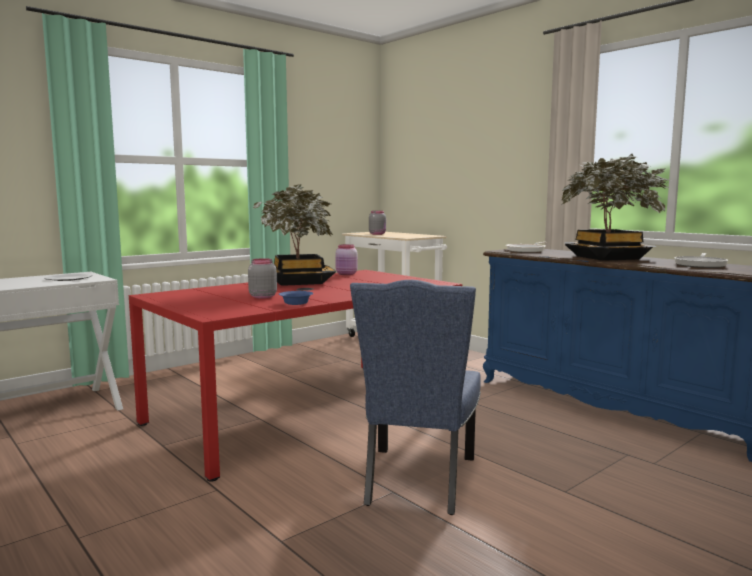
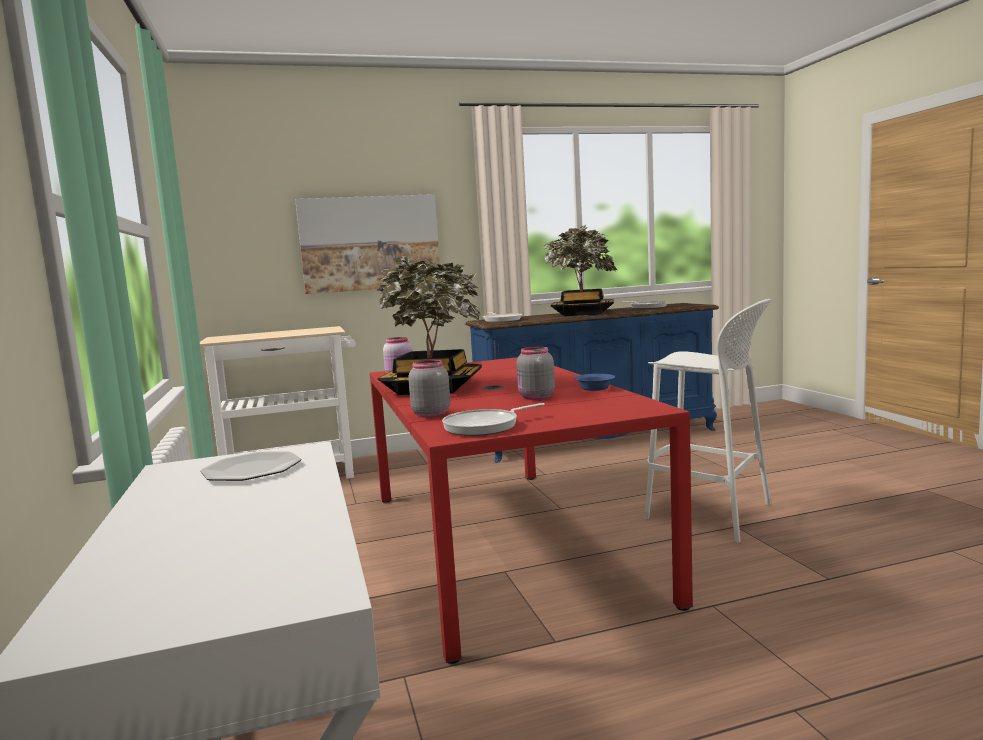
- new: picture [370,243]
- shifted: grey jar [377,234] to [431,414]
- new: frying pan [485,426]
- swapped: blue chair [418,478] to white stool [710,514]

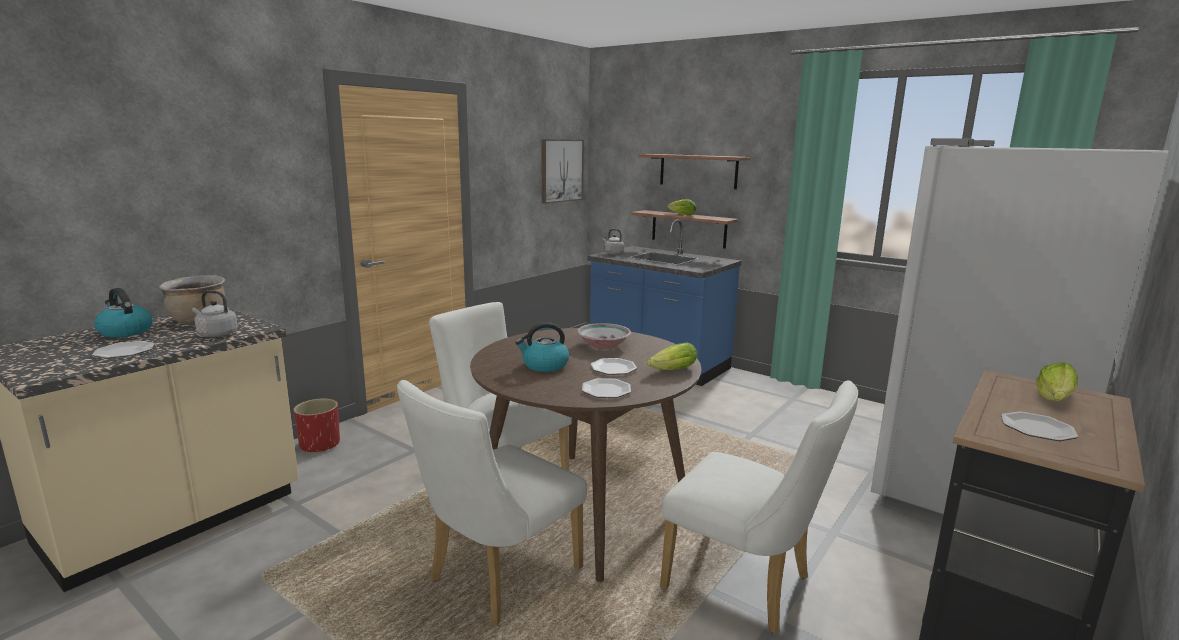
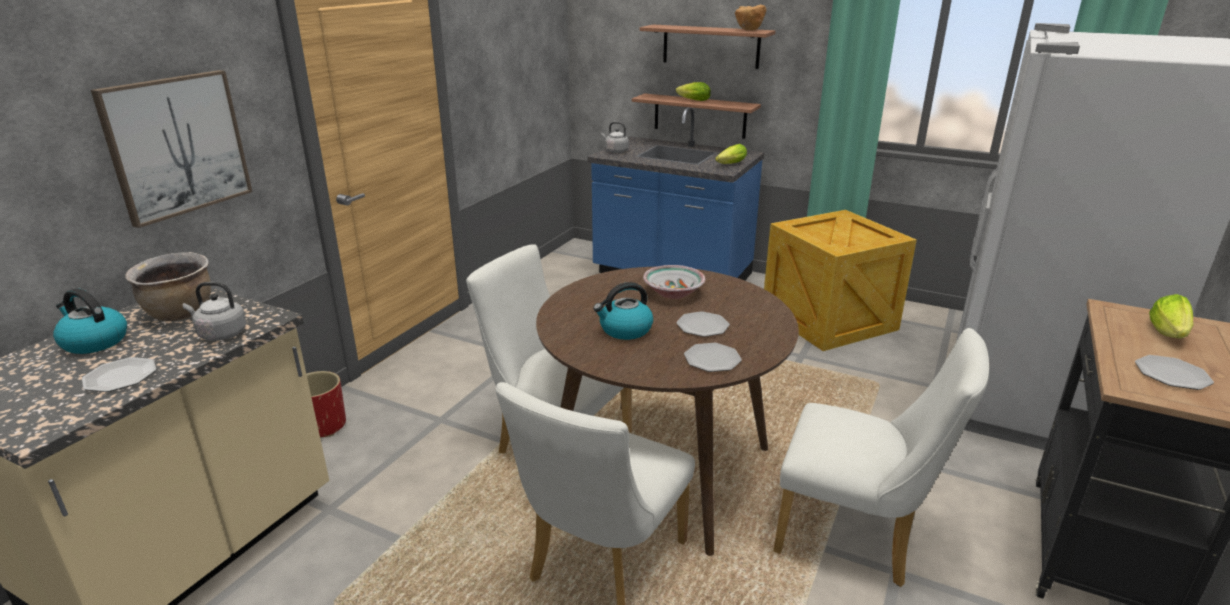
- shifted: picture [561,170] to [177,145]
- shifted: lettuce [670,371] to [729,164]
- new: brown bowl [749,30]
- new: crate [828,318]

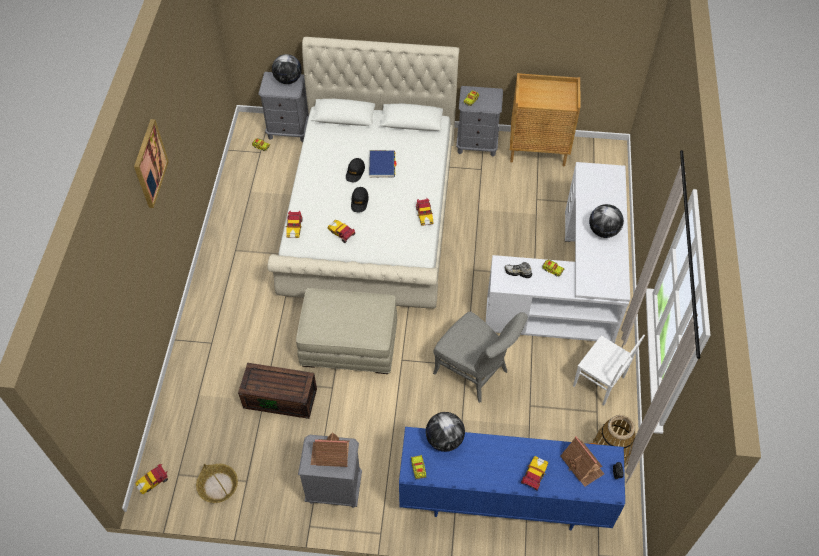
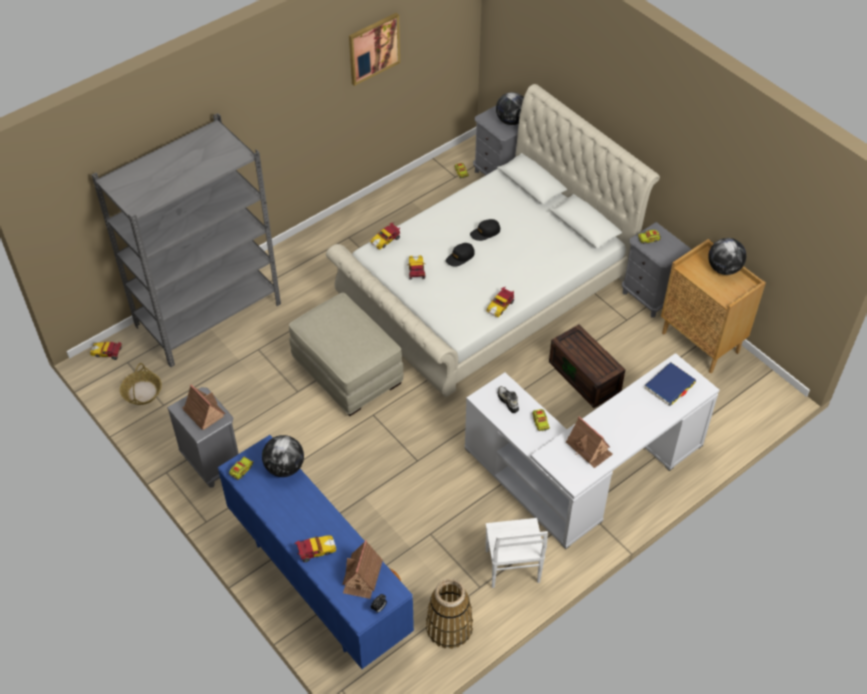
- new: grey bookcase [208,315]
- shifted: picture [149,163] to [373,48]
- shifted: brown storage box [281,397] to [586,377]
- new: toy house [589,448]
- shifted: blue book [382,165] to [669,386]
- shifted: globe [603,231] to [724,269]
- gone: grey chair [475,373]

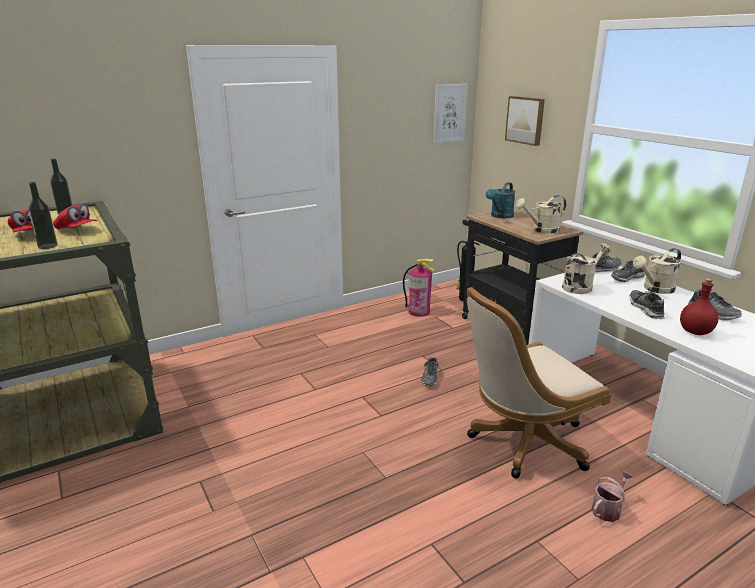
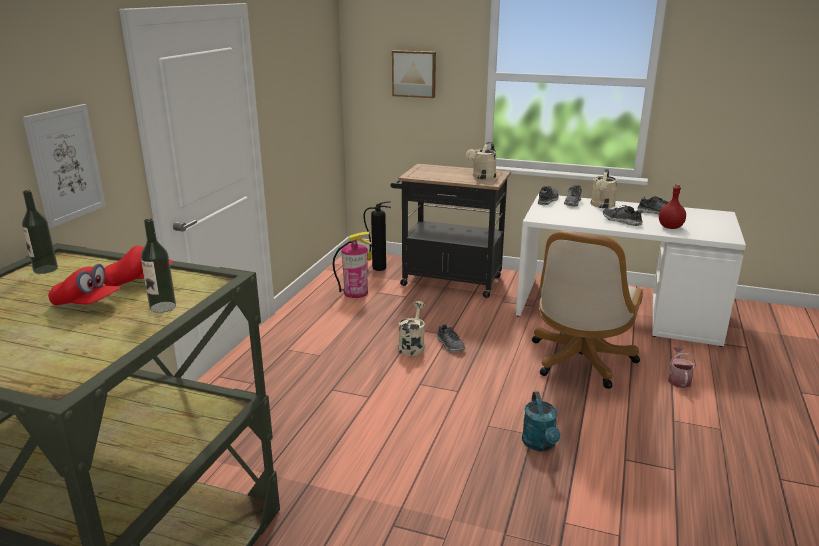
- shifted: picture [449,113] to [66,164]
- shifted: beige watering can [580,286] to [412,345]
- shifted: turquoise watering can [500,216] to [540,445]

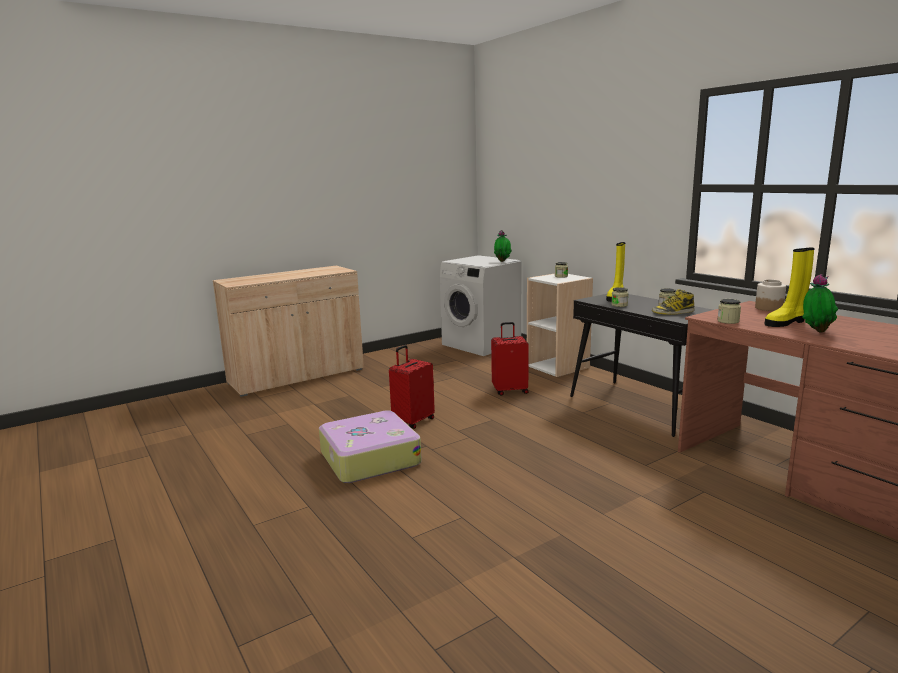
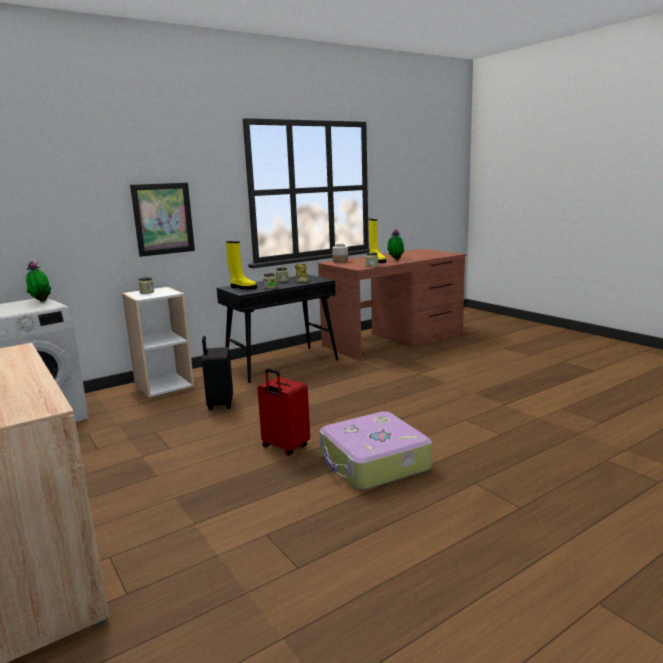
- new: picture [163,219]
- repainted: red suitcase [510,390] to black suitcase [219,404]

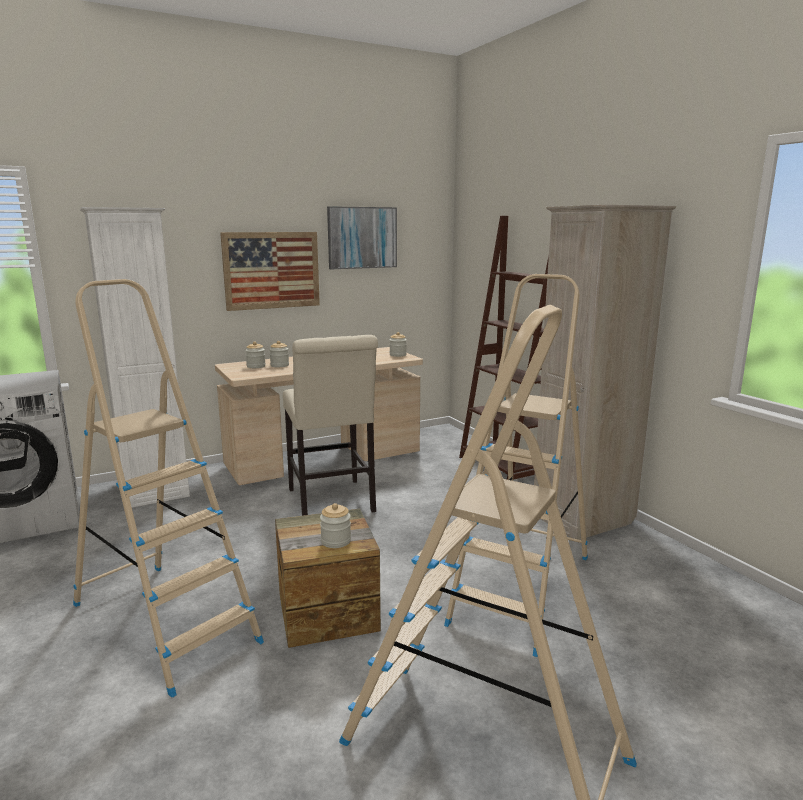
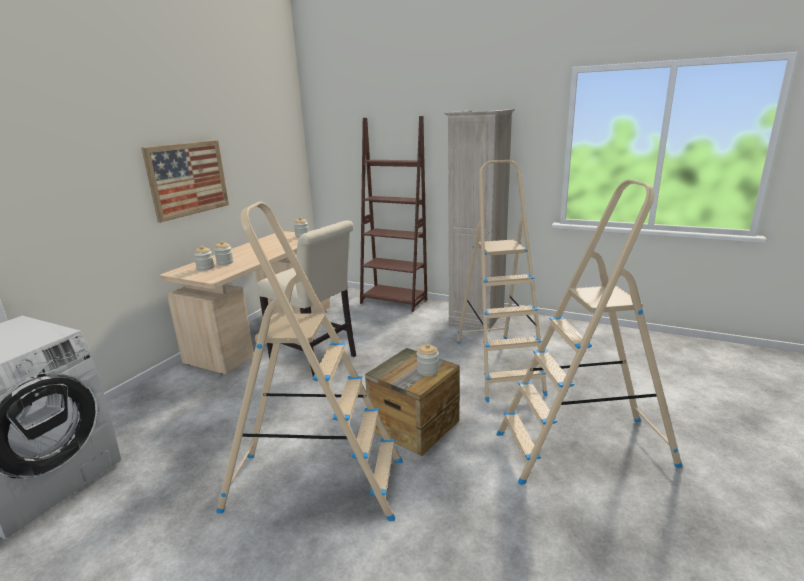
- gone: white cabinet [155,489]
- gone: picture [362,237]

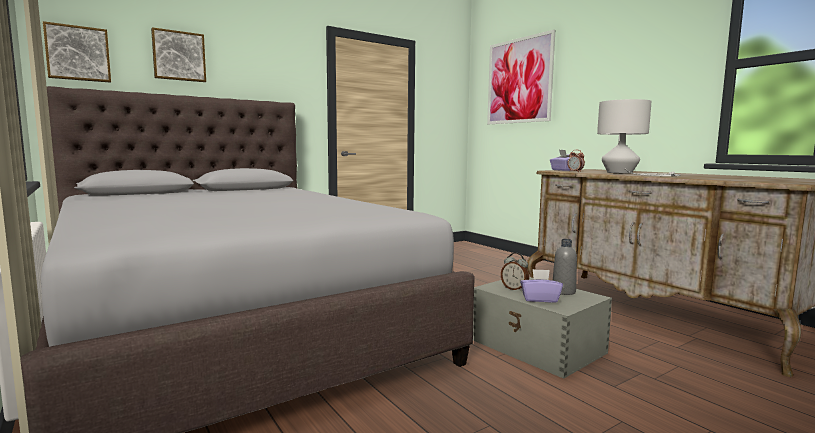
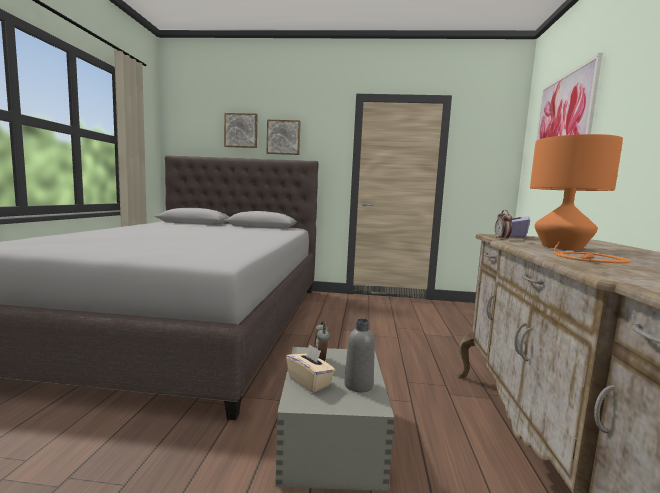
- shifted: picture [78,53] to [283,137]
- repainted: purple tissue box [540,299] to beige tissue box [310,382]
- repainted: grey table lamp [634,173] to orange table lamp [571,251]

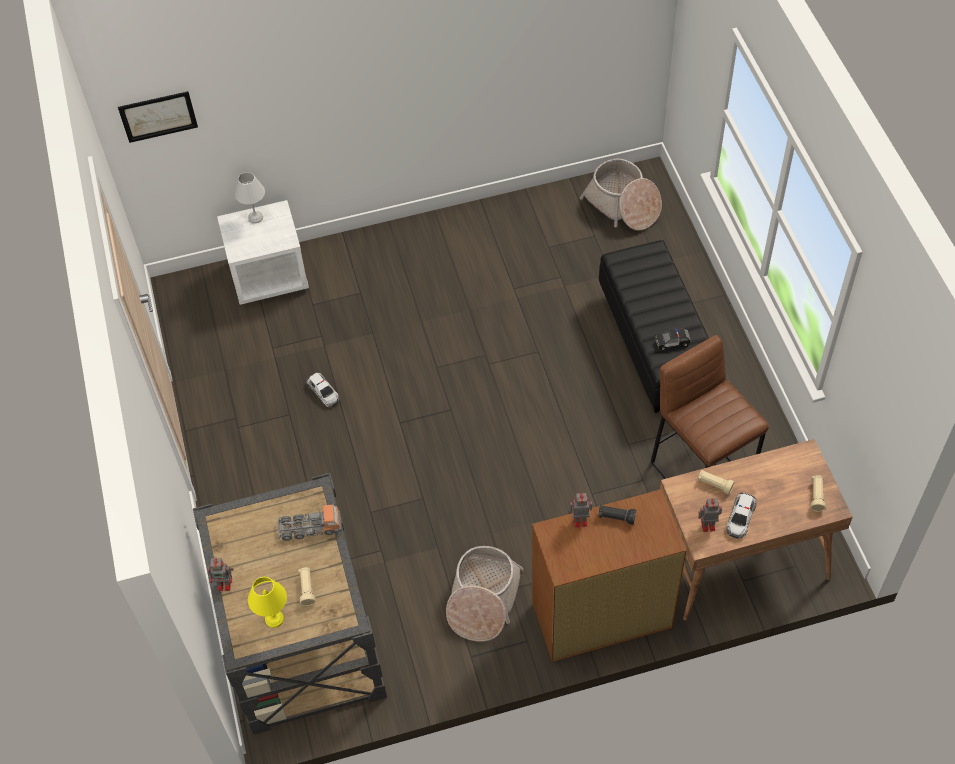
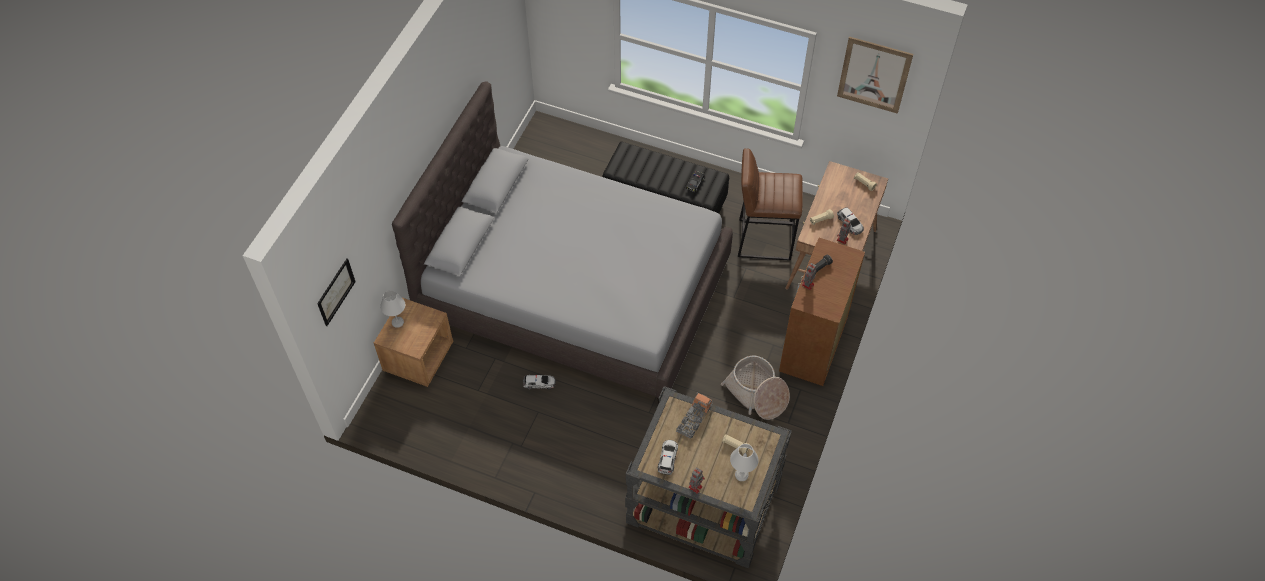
- repainted: white nightstand [269,275] to brown nightstand [418,357]
- new: grey bed [574,288]
- new: toy car [667,458]
- repainted: yellow table lamp [273,618] to white table lamp [741,475]
- new: picture [874,75]
- gone: basket [622,205]

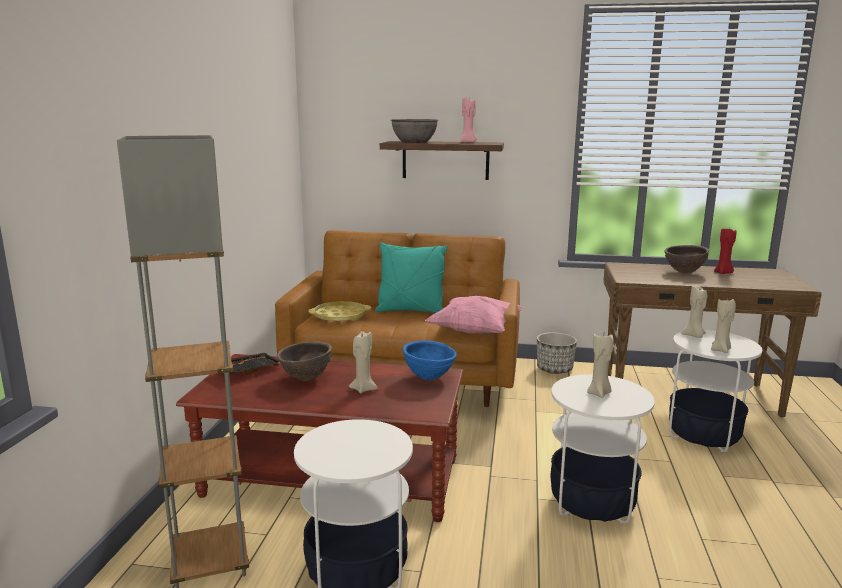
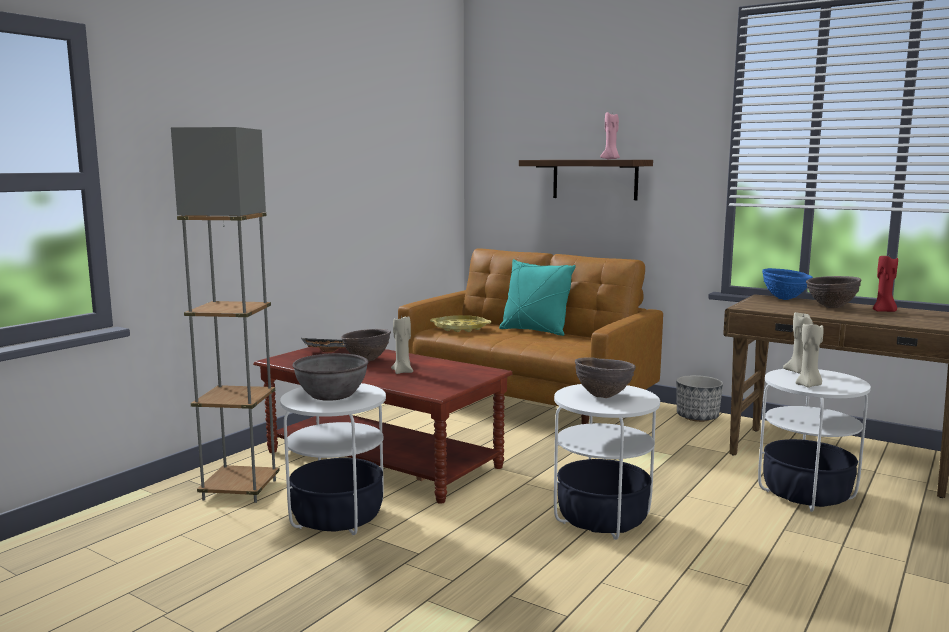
- shifted: grey bowl [414,142] to [331,395]
- swapped: beige candle [599,393] to brown bowl [603,396]
- shifted: blue bowl [429,378] to [785,299]
- gone: pink pillow [475,331]

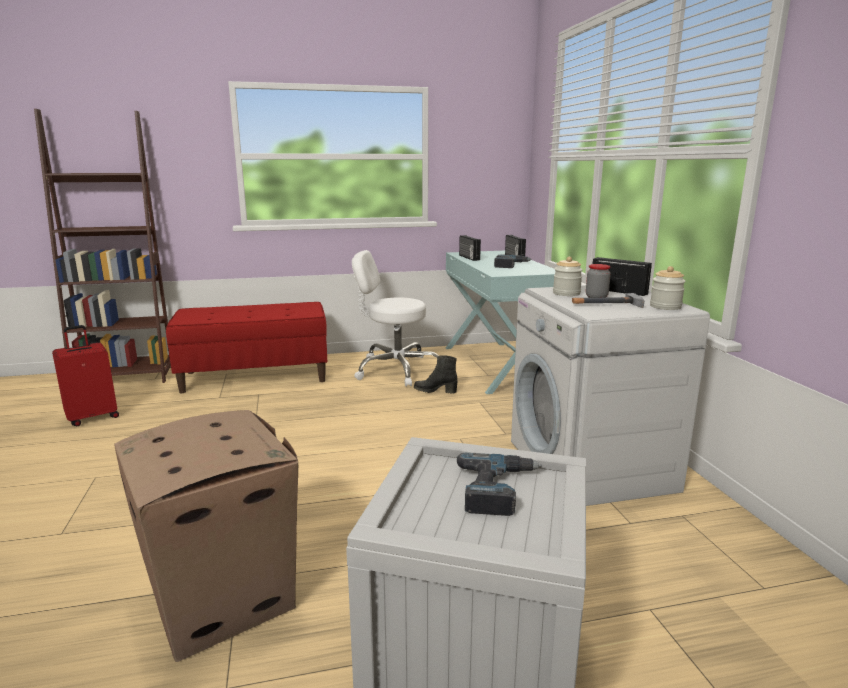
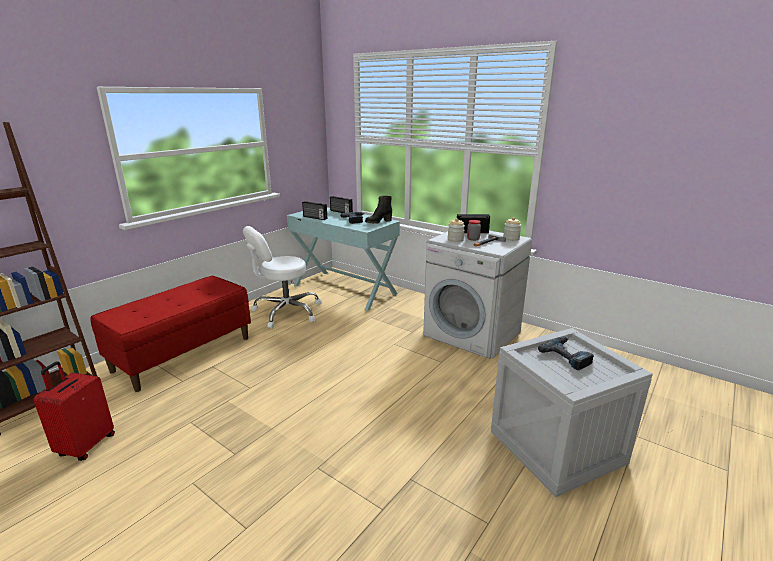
- shifted: black boot [435,391] to [378,222]
- gone: cardboard box [222,597]

